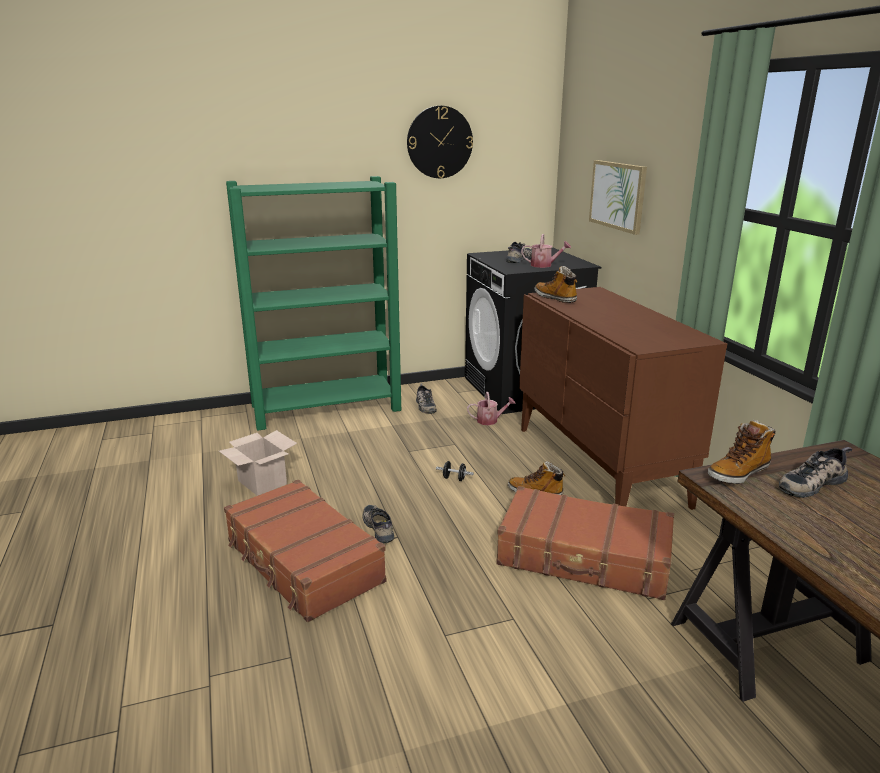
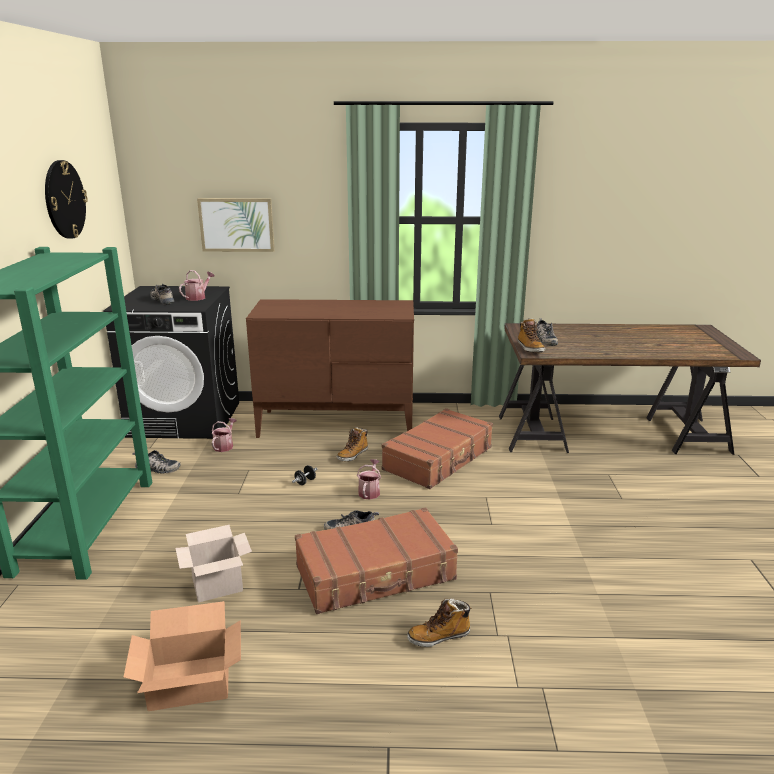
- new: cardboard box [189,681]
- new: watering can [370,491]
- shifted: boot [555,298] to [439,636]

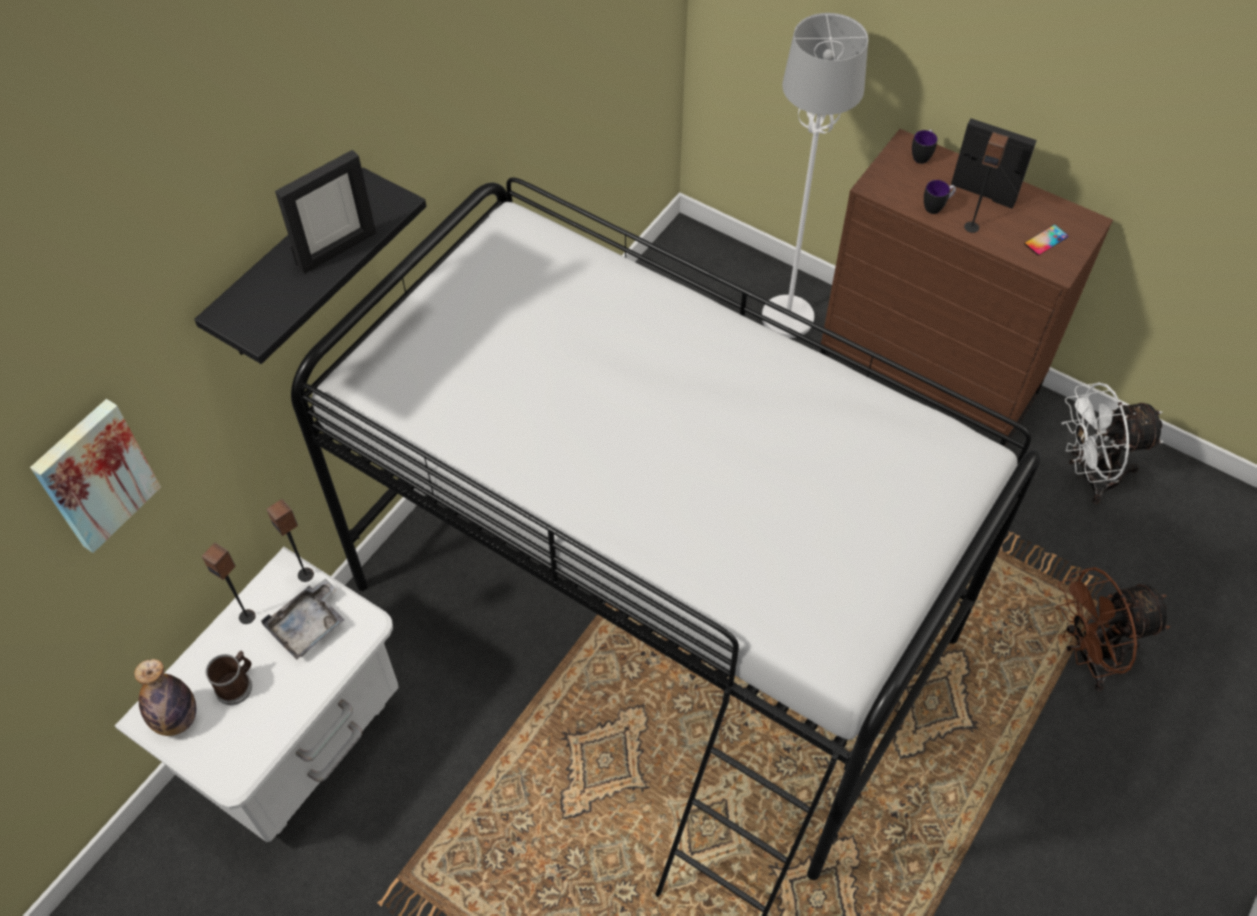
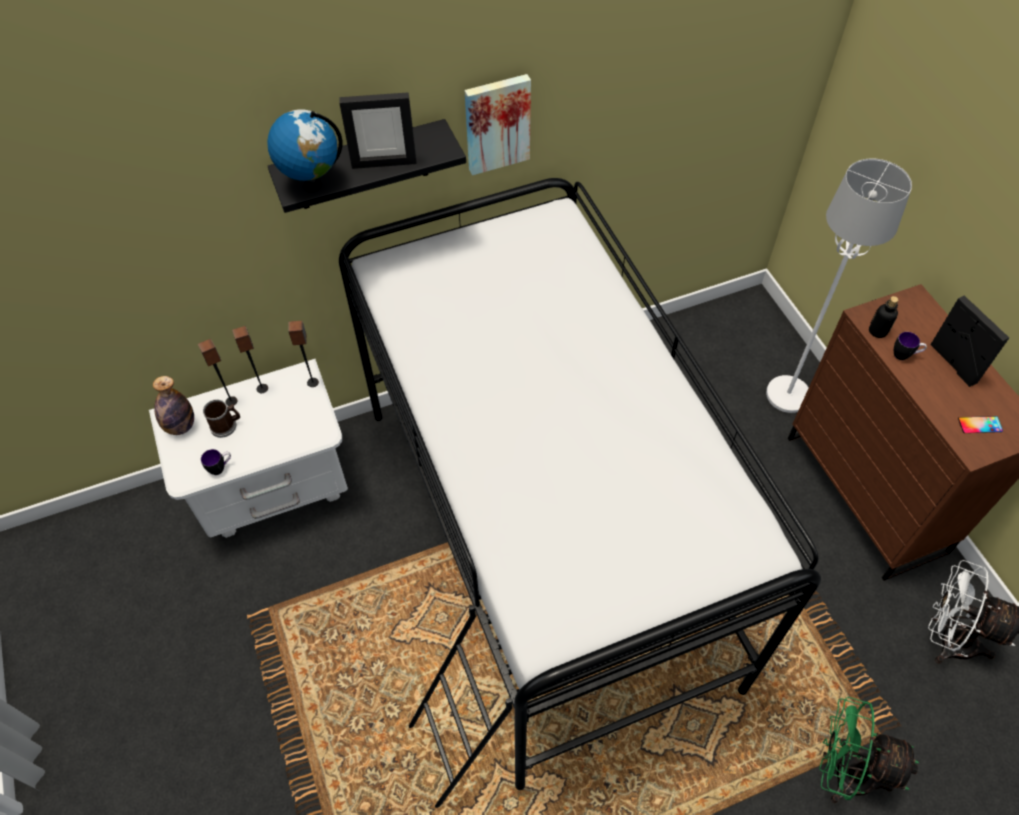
- shifted: speaker [971,227] to [231,401]
- shifted: mug [922,155] to [221,468]
- new: globe [312,184]
- shifted: picture [94,474] to [497,123]
- repainted: brown fan [1088,657] to green fan [842,772]
- new: bottle [877,331]
- gone: grey tray [309,625]

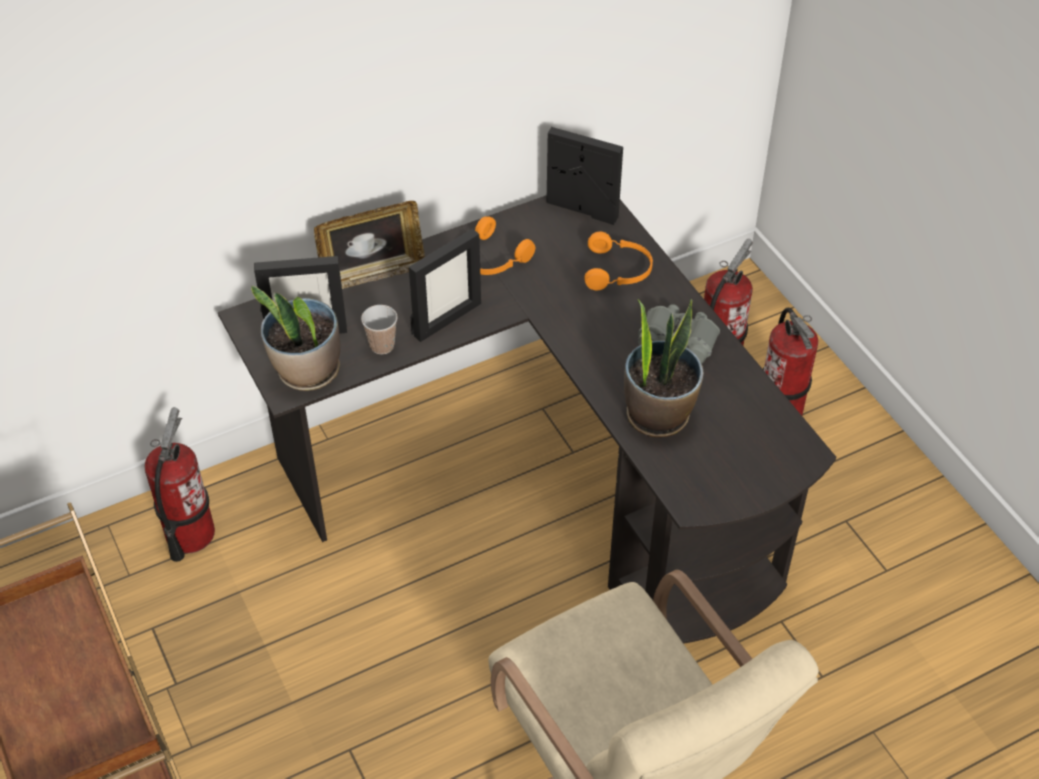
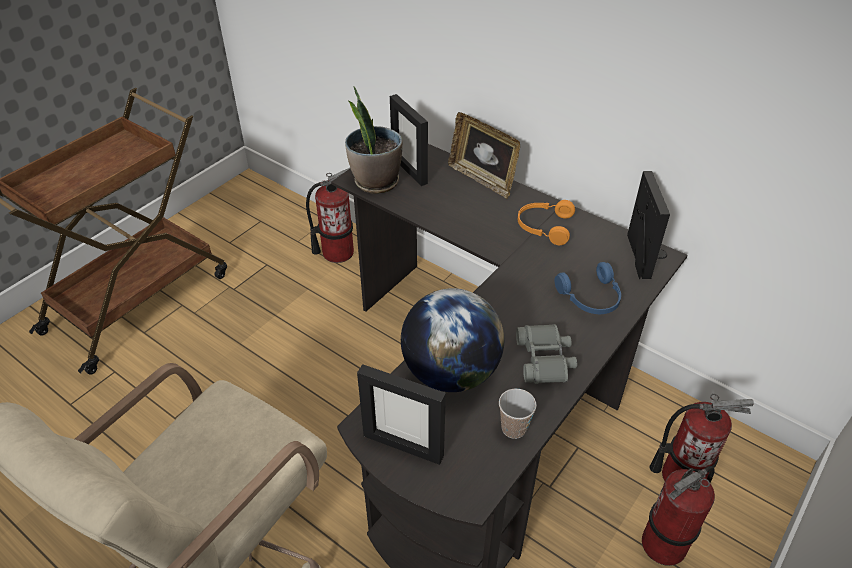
- shifted: picture frame [446,318] to [404,444]
- swapped: potted plant [658,414] to globe [450,372]
- shifted: cup [382,345] to [513,428]
- repainted: orange headphones [618,270] to blue headphones [591,298]

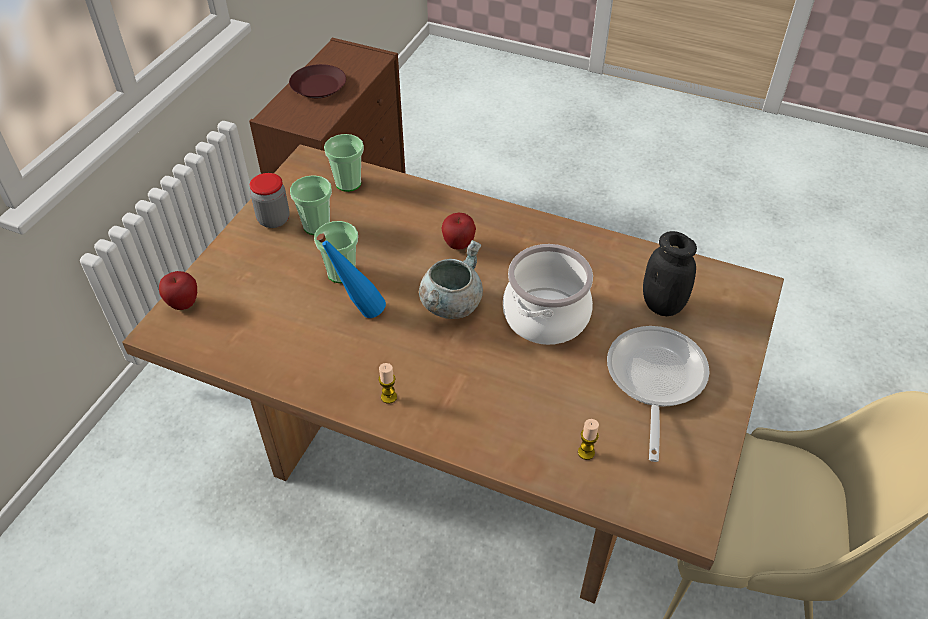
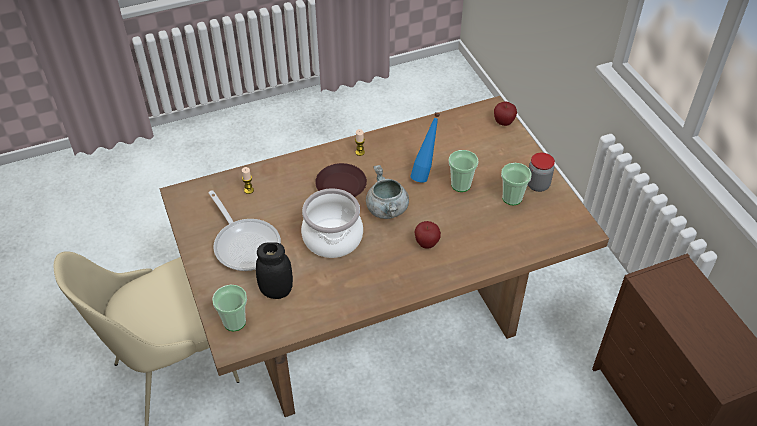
- shifted: cup [348,183] to [234,322]
- shifted: brown plate [318,86] to [341,186]

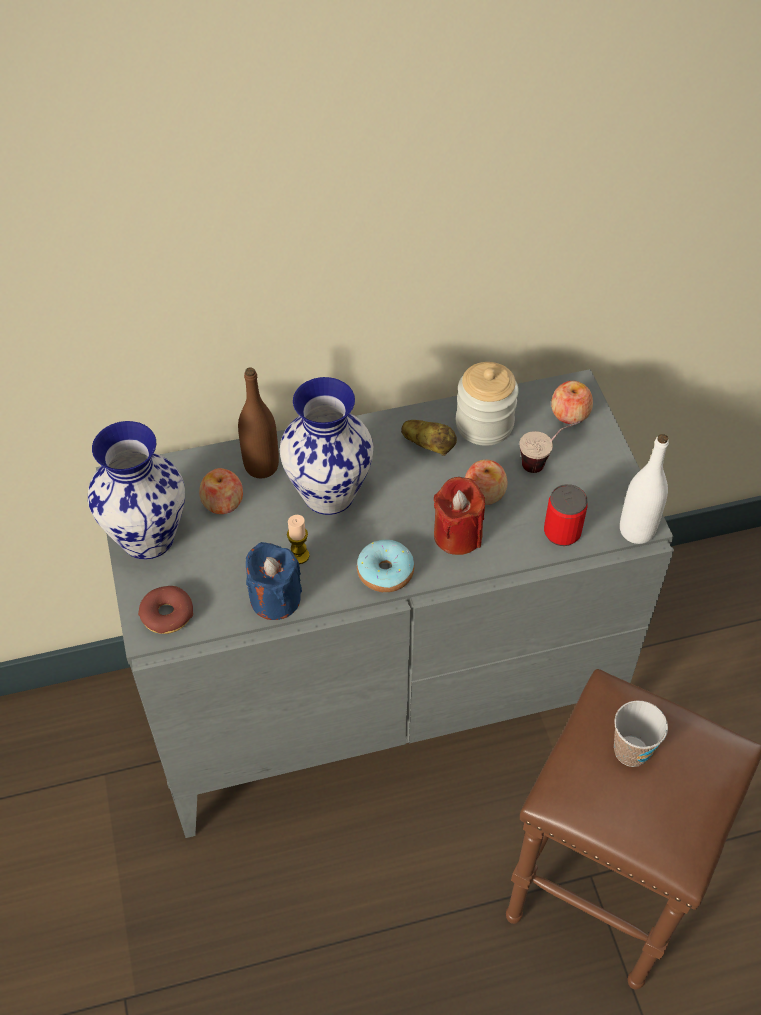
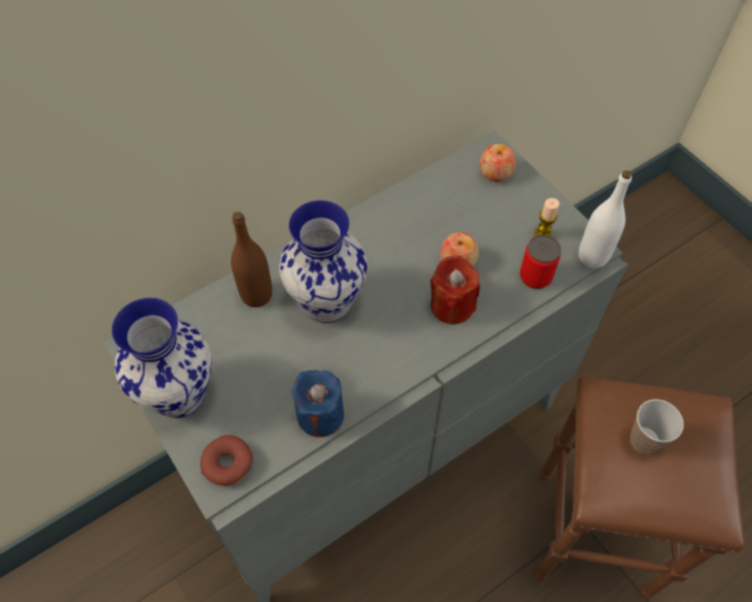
- shifted: candle [299,555] to [542,234]
- gone: apple [222,502]
- gone: donut [385,572]
- gone: potato [429,445]
- gone: jar [484,424]
- gone: cup [546,462]

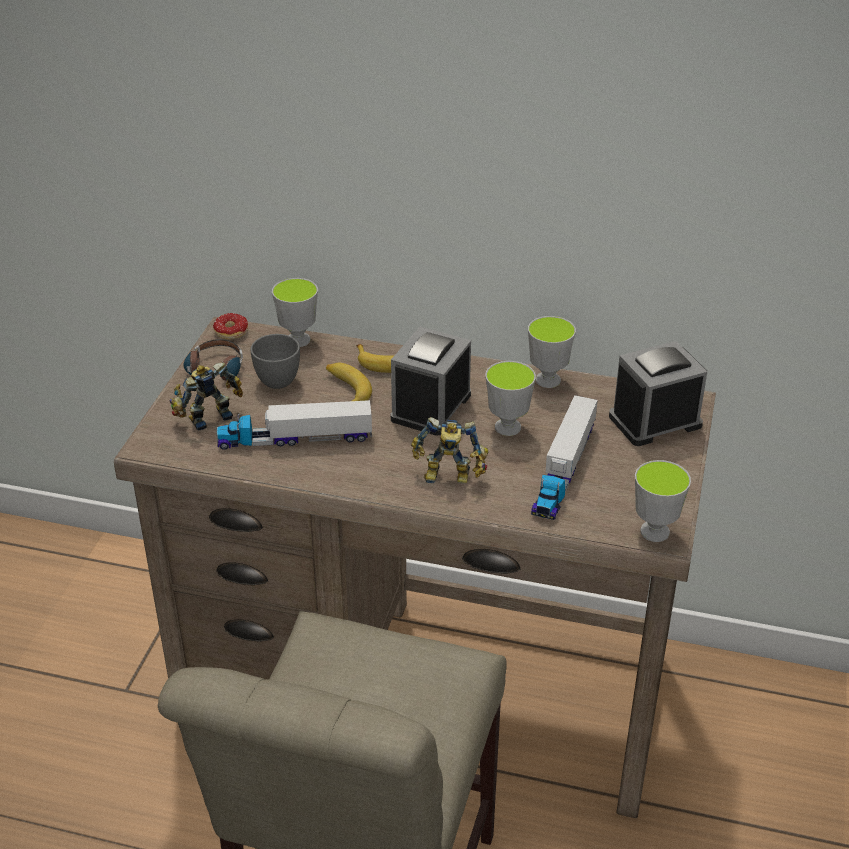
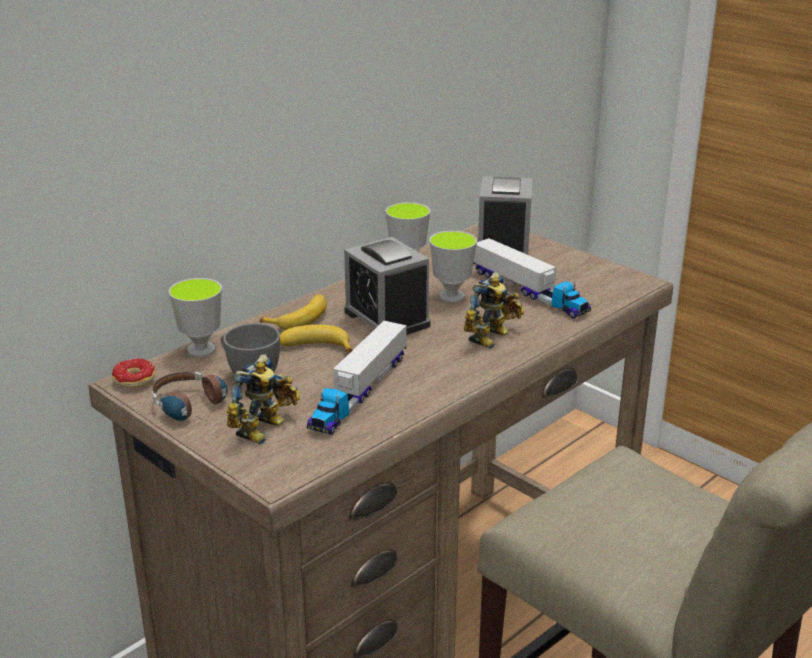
- rotated: toy robot [208,416] = [265,429] 150 degrees counterclockwise
- gone: cup [654,532]

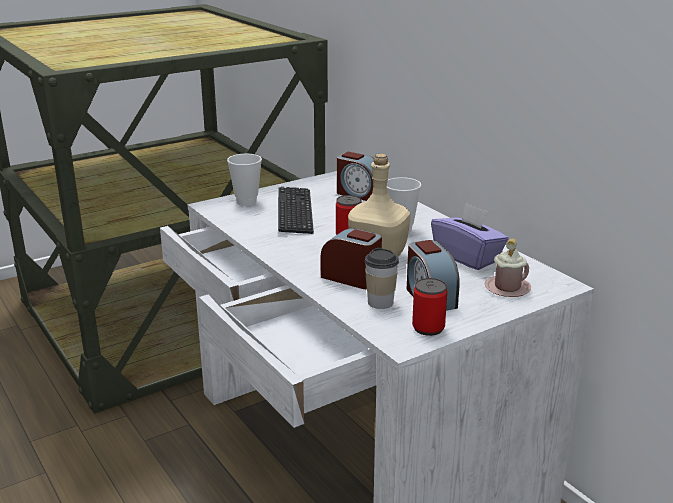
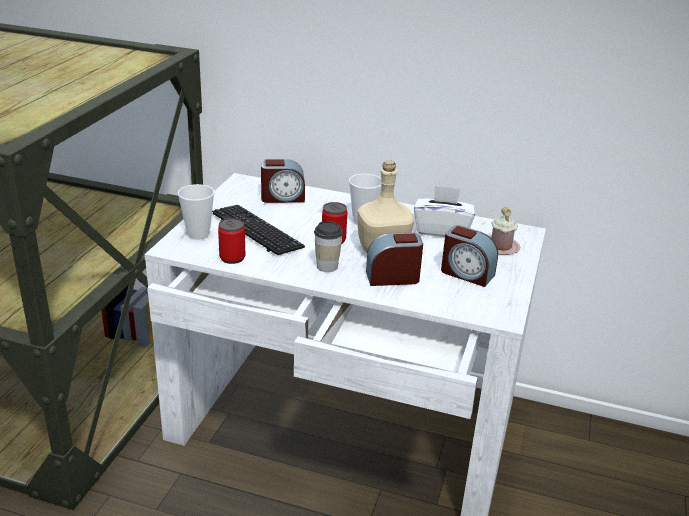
- shifted: can [428,328] to [232,258]
- shifted: cup [380,302] to [327,266]
- repainted: purple tissue box [467,257] to white tissue box [442,230]

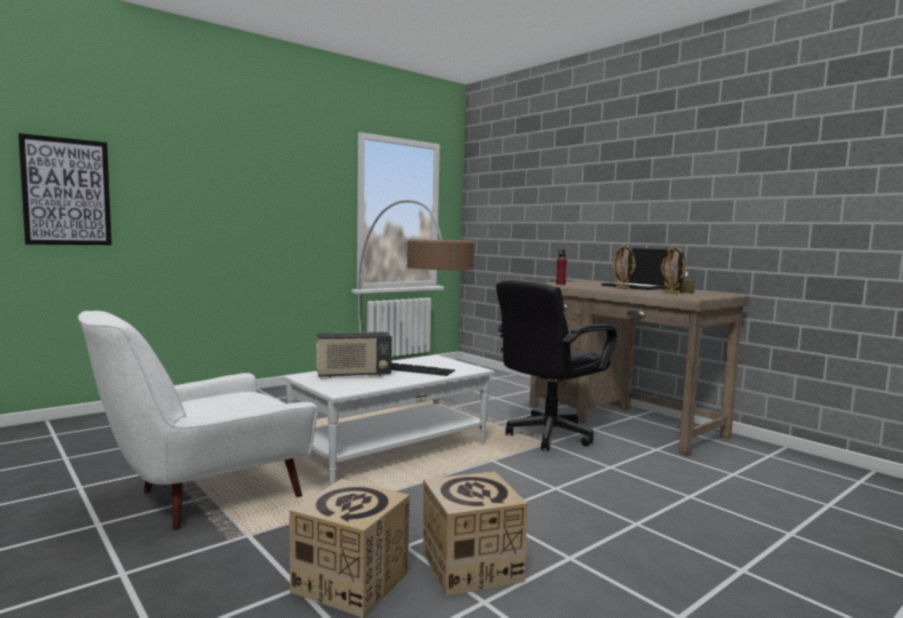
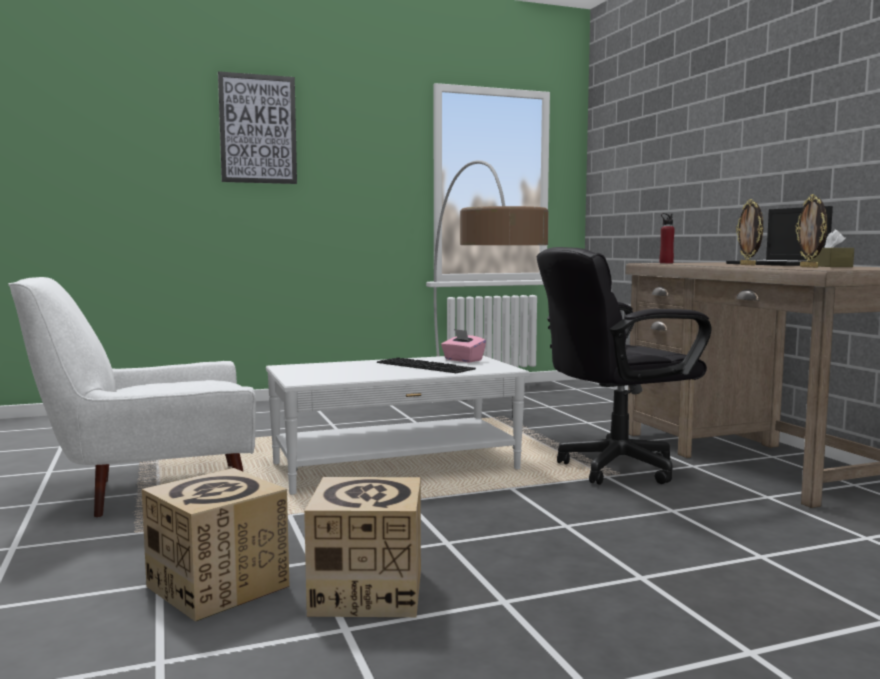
- shifted: picture [67,192] to [258,129]
- new: pink tissue box [463,360]
- gone: radio [353,375]

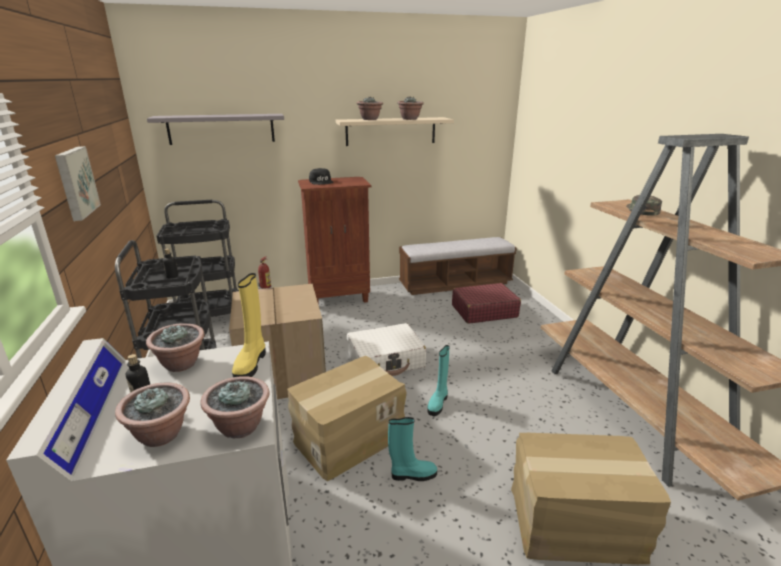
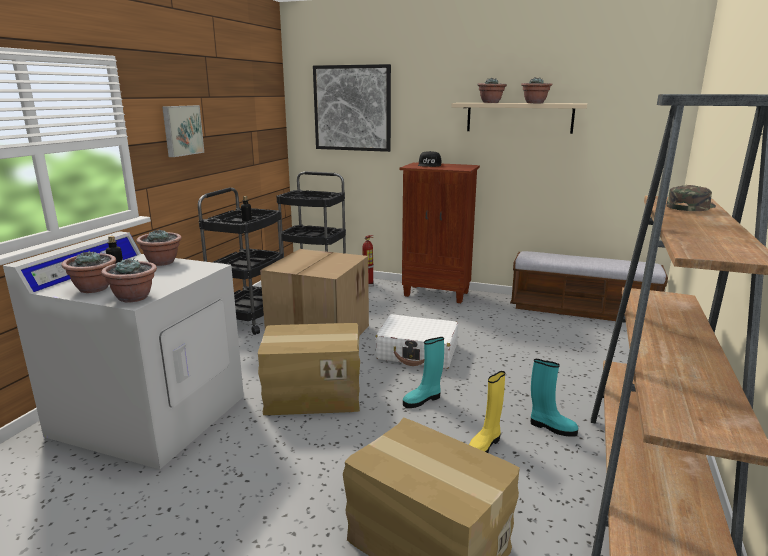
- swapped: grey shelf [221,129] to picture [352,108]
- shifted: yellow boot [251,363] to [484,445]
- shifted: turquoise boot [412,475] to [551,427]
- gone: red suitcase [484,311]

